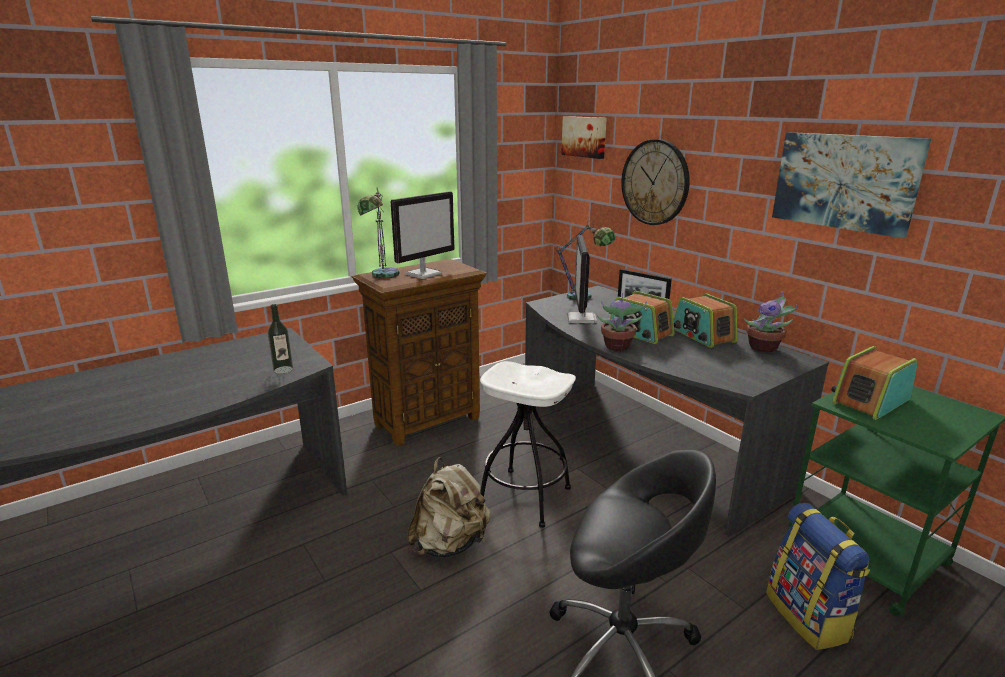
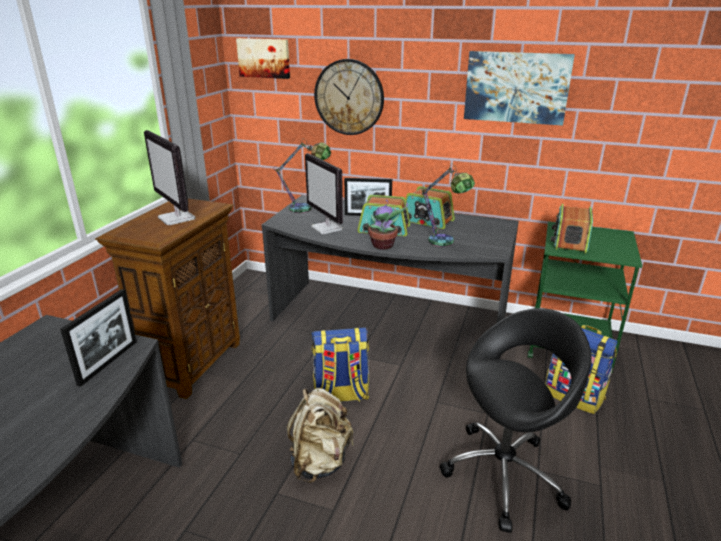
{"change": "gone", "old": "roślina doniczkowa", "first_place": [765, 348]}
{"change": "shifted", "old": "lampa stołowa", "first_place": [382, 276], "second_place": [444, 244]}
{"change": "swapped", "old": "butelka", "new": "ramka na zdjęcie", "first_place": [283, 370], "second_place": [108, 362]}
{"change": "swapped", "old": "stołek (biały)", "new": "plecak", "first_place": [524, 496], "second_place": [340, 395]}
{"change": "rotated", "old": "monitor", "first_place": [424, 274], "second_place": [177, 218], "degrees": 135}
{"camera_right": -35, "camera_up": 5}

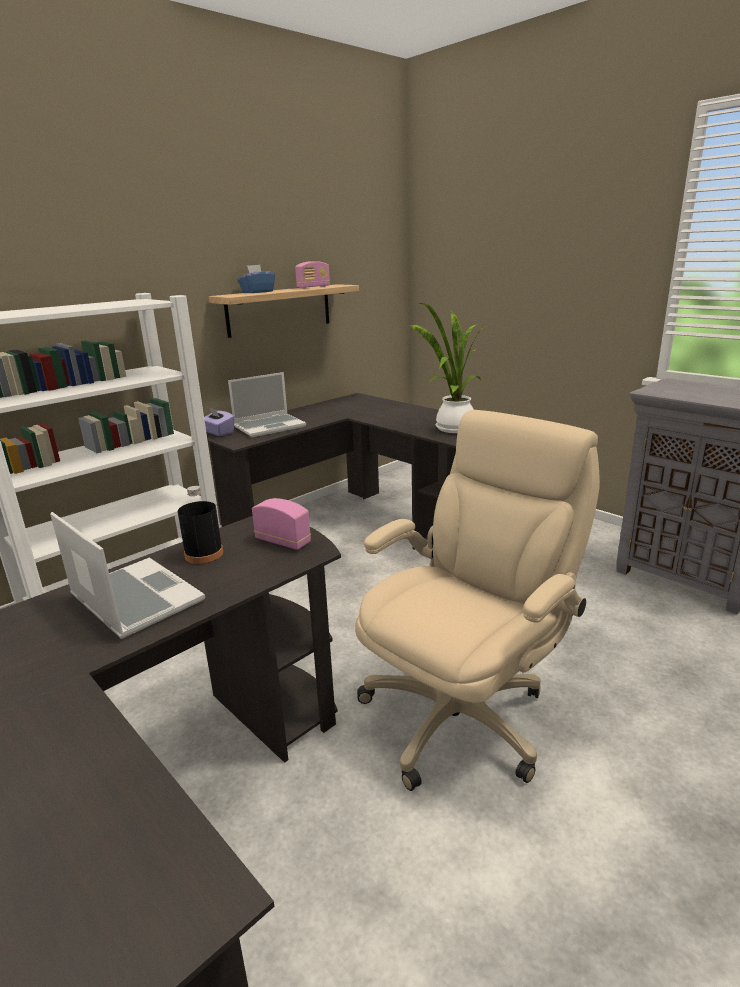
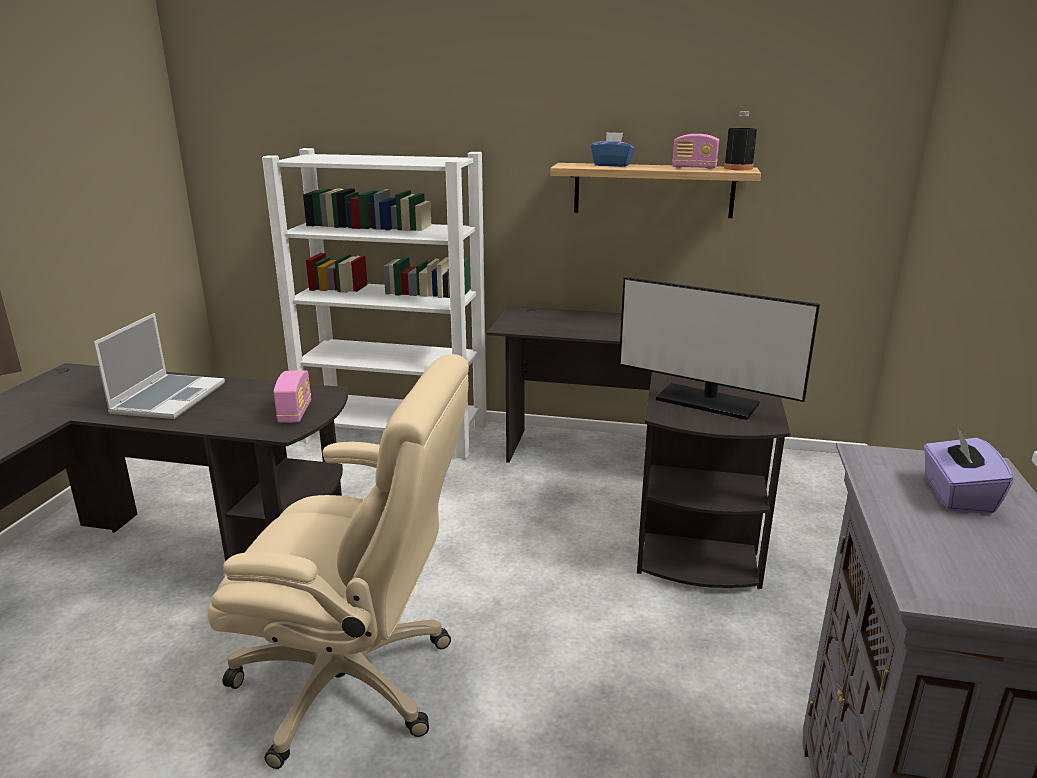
{"change": "gone", "old": "laptop", "first_place": [270, 426]}
{"change": "shifted", "old": "butelka (czarny)", "first_place": [204, 554], "second_place": [738, 168]}
{"change": "shifted", "old": "pudełko chusteczek (fioletowy)", "first_place": [218, 432], "second_place": [956, 495]}
{"change": "swapped", "old": "roślina doniczkowa", "new": "monitor", "first_place": [452, 428], "second_place": [707, 402]}
{"camera_right": 55, "camera_up": 0}

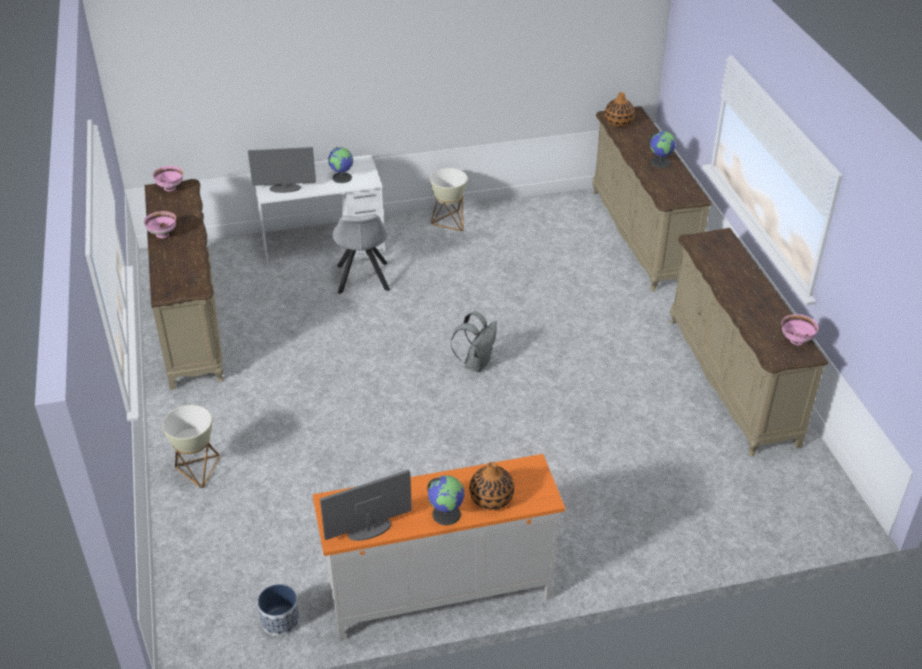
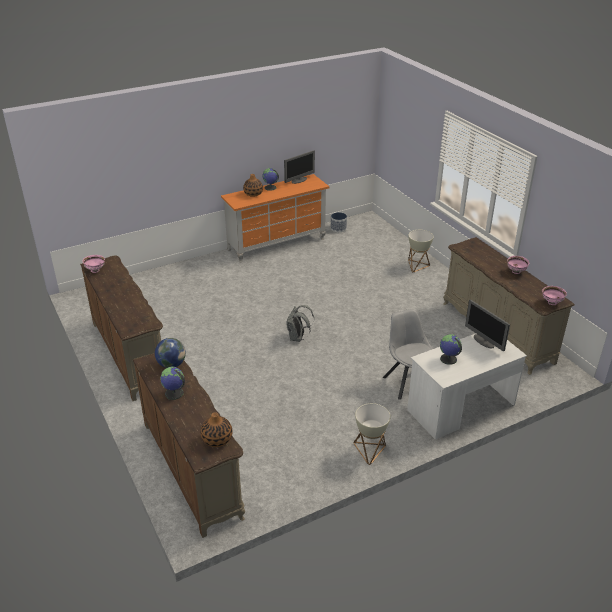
{"change": "new", "new": "globus", "second_place": [171, 364]}
{"change": "rotated", "old": "monitor", "first_place": [284, 188], "second_place": [484, 341], "degrees": 75}
{"camera_right": 165, "camera_up": -5}

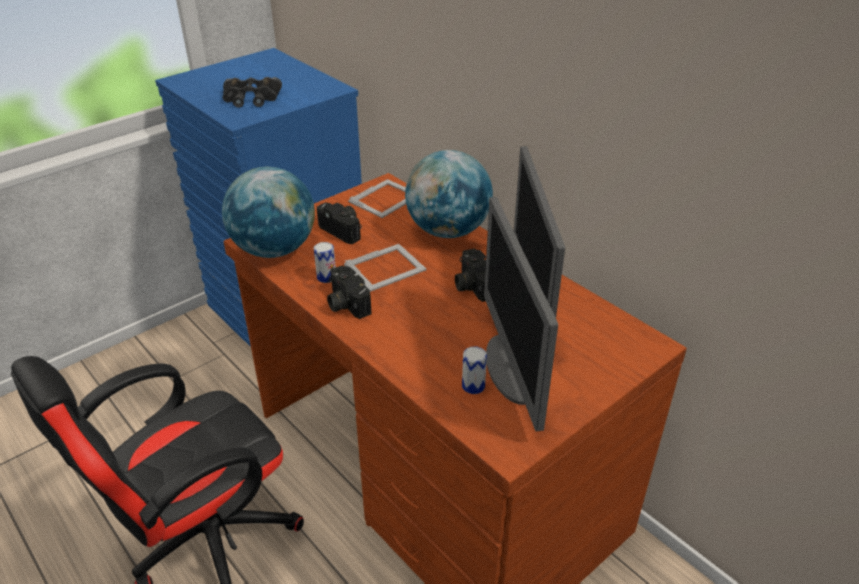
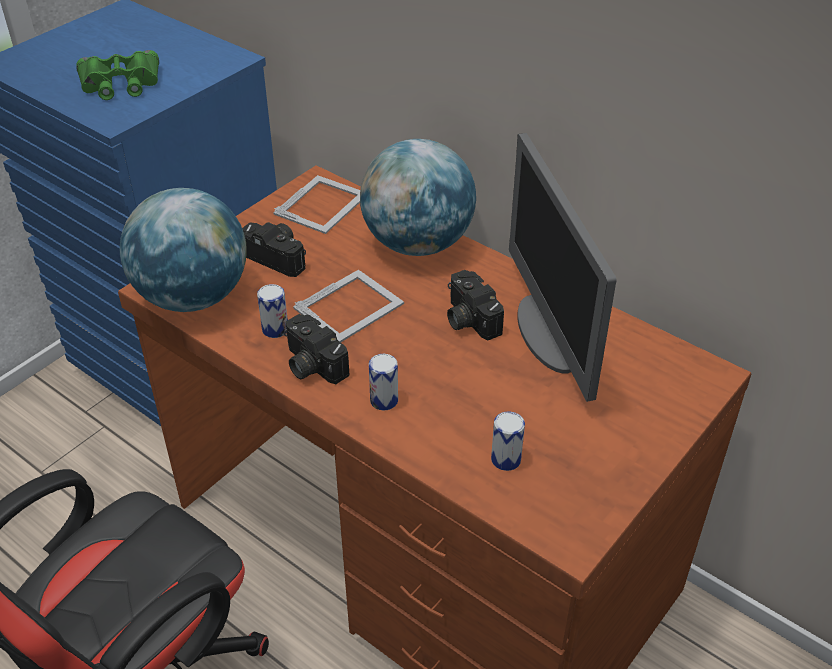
{"change": "gone", "old": "monitor", "first_place": [511, 370]}
{"change": "new", "new": "puszka", "second_place": [384, 400]}
{"change": "repainted", "old": "lornetka (czarny)", "new": "lornetka (zielony)", "first_place": [251, 98], "second_place": [120, 83]}
{"camera_right": -10, "camera_up": 5}

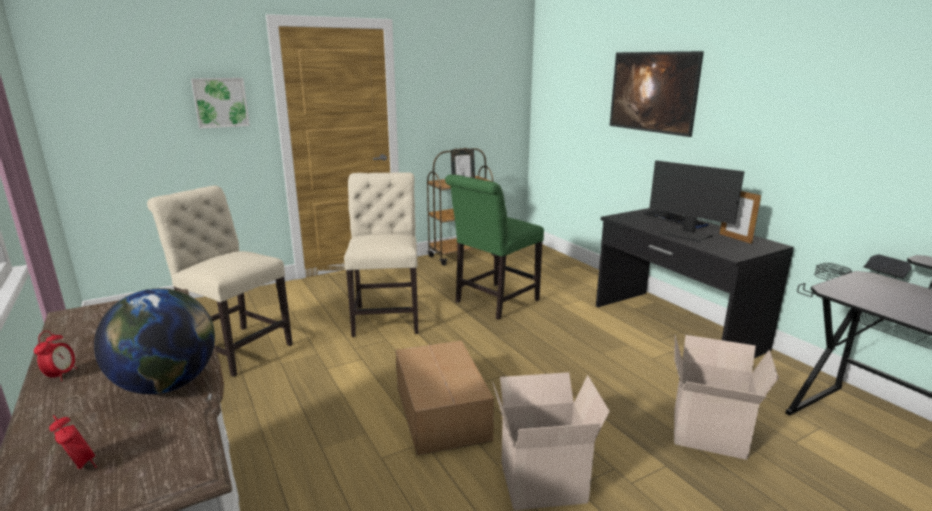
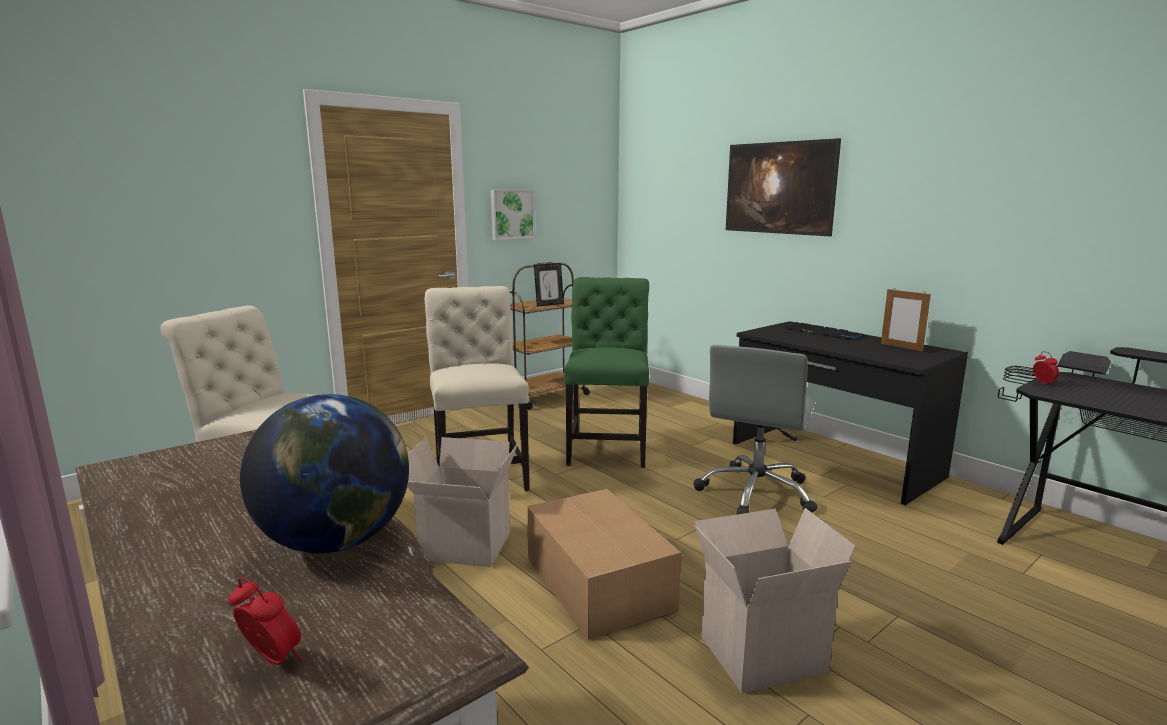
{"change": "gone", "old": "monitor", "first_place": [685, 235]}
{"change": "new", "new": "krzesło biurowe (szary)", "second_place": [756, 493]}
{"change": "shifted", "old": "budzik", "first_place": [61, 375], "second_place": [1043, 383]}
{"change": "shifted", "old": "obraz", "first_place": [220, 102], "second_place": [511, 214]}
{"change": "shifted", "old": "karton", "first_place": [707, 435], "second_place": [463, 548]}
{"change": "rotated", "old": "krzesło (zielony)", "first_place": [492, 302], "second_place": [608, 448], "degrees": 150}
{"camera_right": -10, "camera_up": -5}

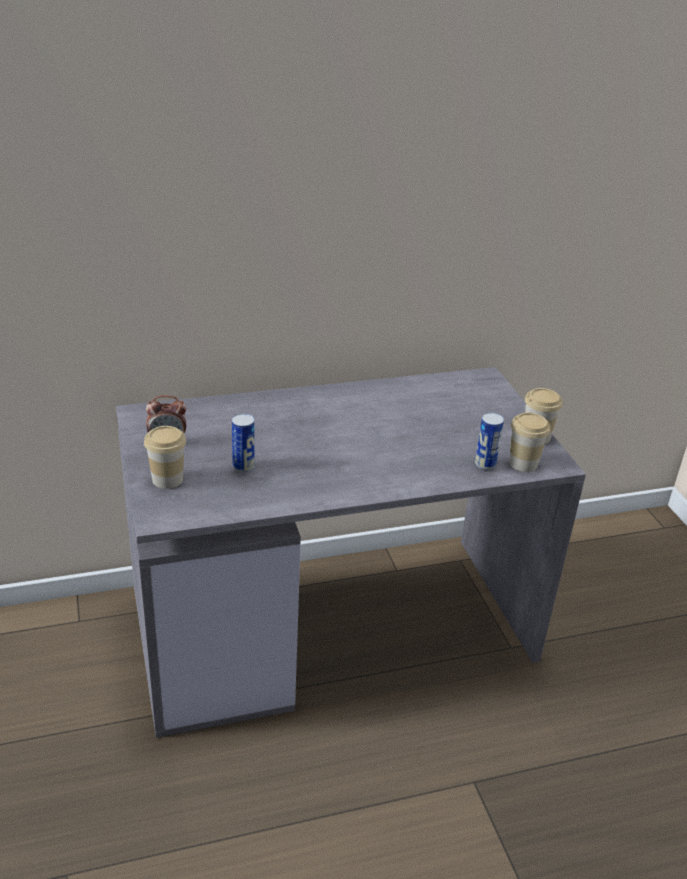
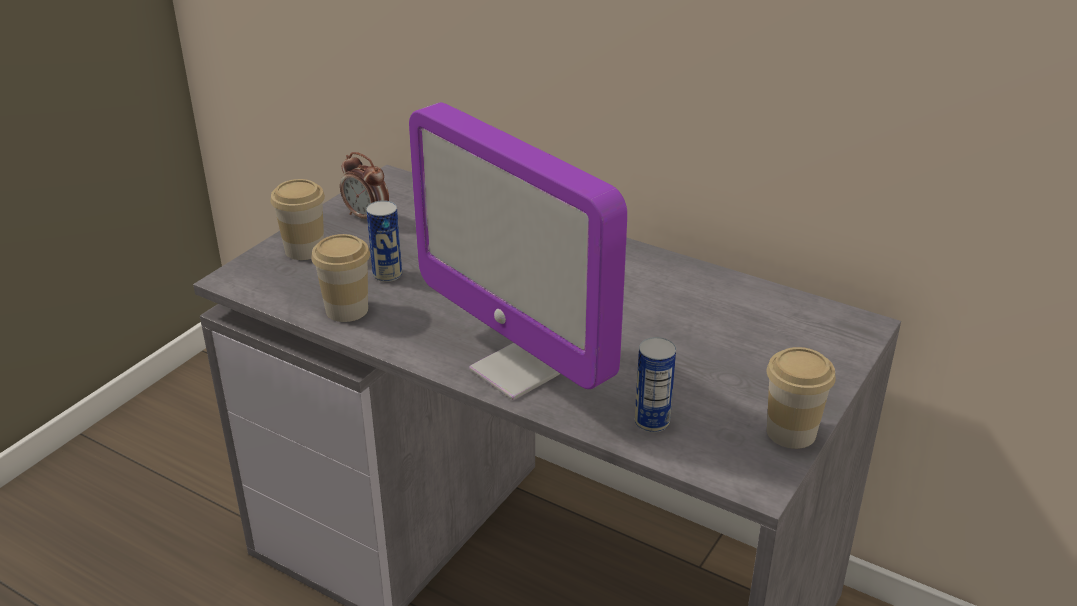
{"change": "new", "new": "monitor", "second_place": [519, 370]}
{"change": "shifted", "old": "filiżanka", "first_place": [523, 463], "second_place": [347, 310]}
{"camera_right": 50, "camera_up": 0}

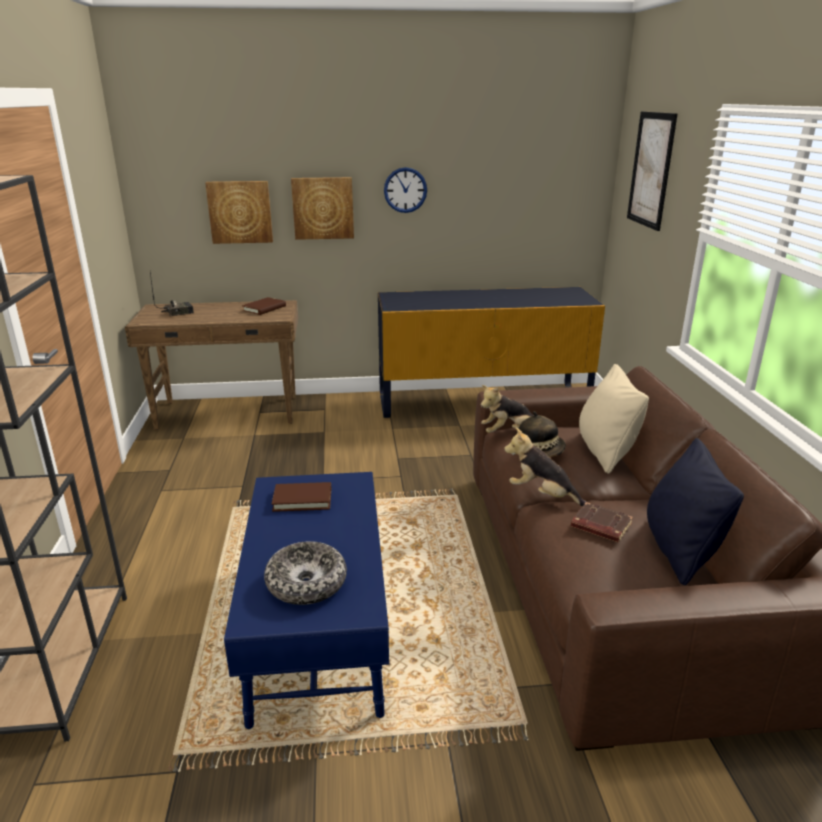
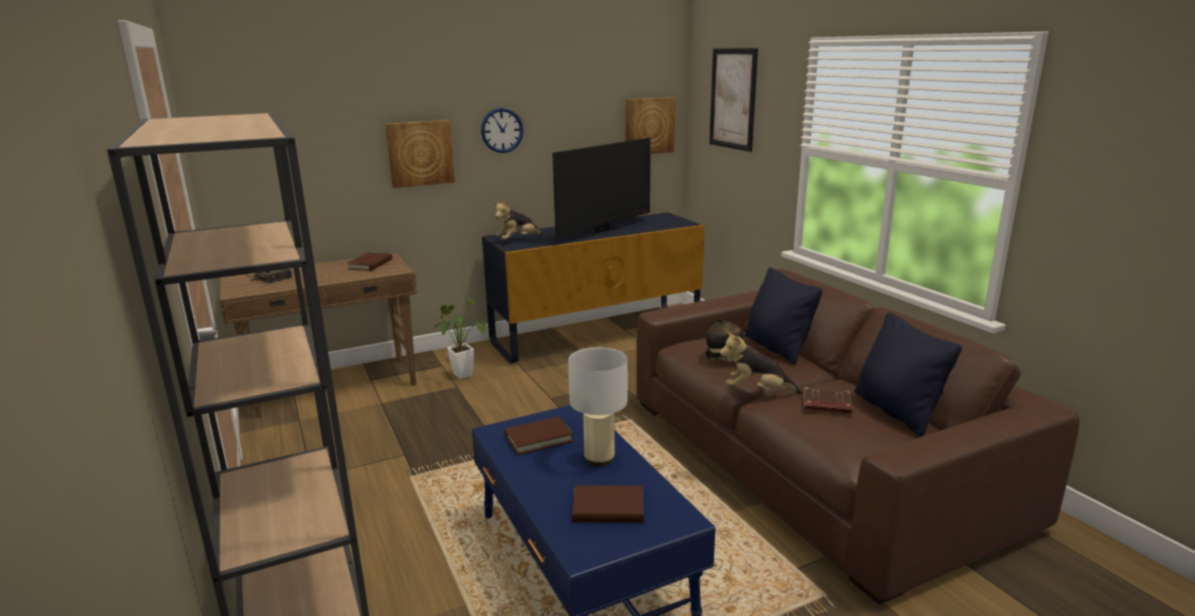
{"change": "new", "new": "roślina doniczkowa", "second_place": [461, 373]}
{"change": "new", "new": "telewizor", "second_place": [603, 231]}
{"change": "new", "new": "lampa stołowa (biały)", "second_place": [600, 459]}
{"change": "shifted", "old": "obraz", "first_place": [240, 212], "second_place": [649, 126]}
{"change": "shifted", "old": "pluszak", "first_place": [508, 432], "second_place": [518, 240]}
{"change": "swapped", "old": "miska", "new": "książka (brązowy)", "first_place": [306, 582], "second_place": [608, 509]}
{"change": "repainted", "old": "poduszka (beżowy)", "new": "poduszka (czarny)", "first_place": [605, 452], "second_place": [777, 348]}
{"camera_right": -20, "camera_up": -5}

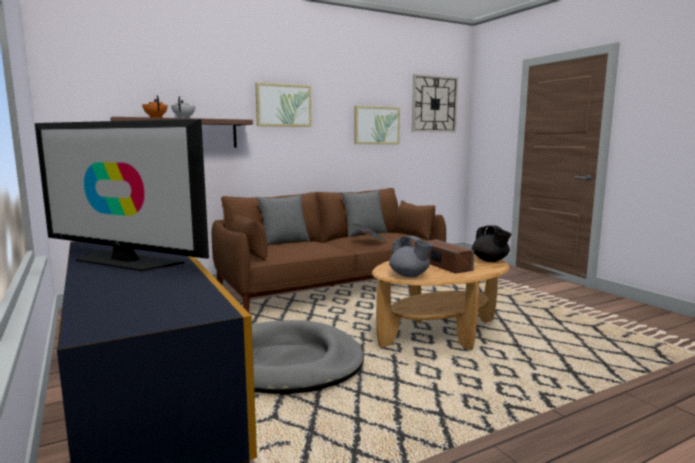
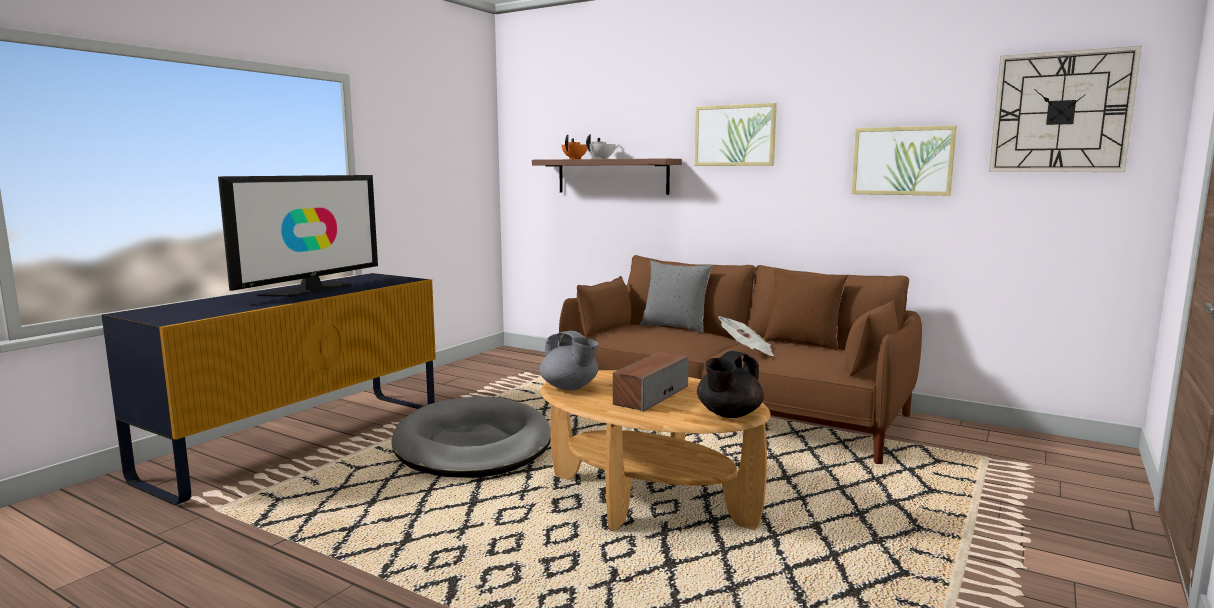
{"change": "repainted", "old": "poduszka (szary)", "new": "poduszka (brązowy)", "first_place": [364, 233], "second_place": [802, 343]}
{"change": "rotated", "old": "telewizor", "first_place": [125, 261], "second_place": [311, 289], "degrees": -150}
{"change": "rotated", "old": "imbryk (szary)", "first_place": [410, 275], "second_place": [570, 388], "degrees": -60}
{"camera_right": 60, "camera_up": 0}

